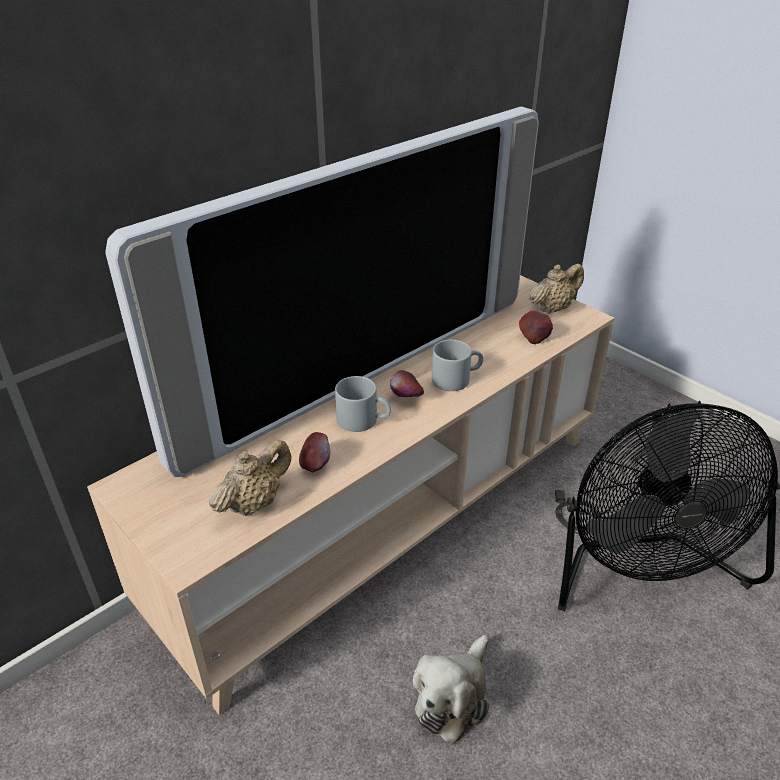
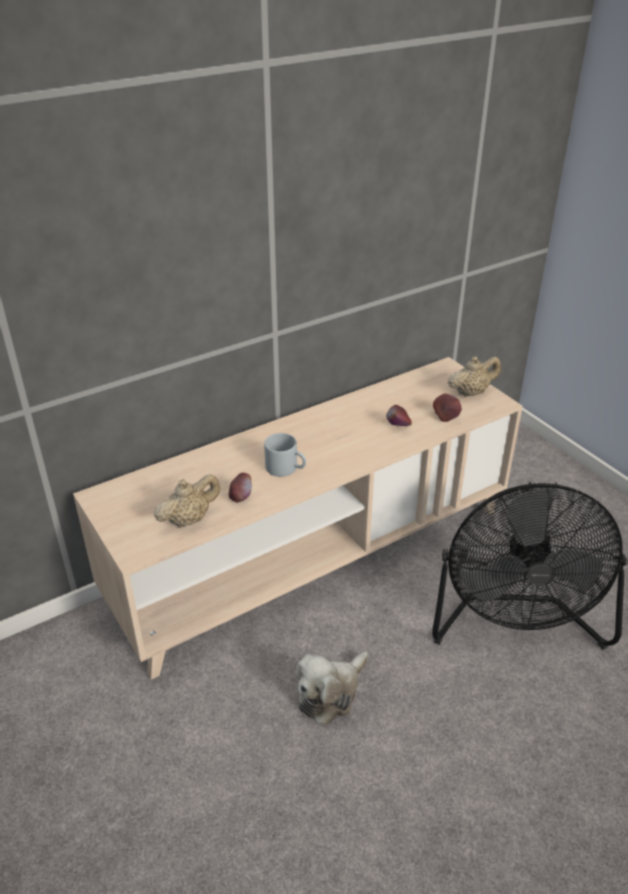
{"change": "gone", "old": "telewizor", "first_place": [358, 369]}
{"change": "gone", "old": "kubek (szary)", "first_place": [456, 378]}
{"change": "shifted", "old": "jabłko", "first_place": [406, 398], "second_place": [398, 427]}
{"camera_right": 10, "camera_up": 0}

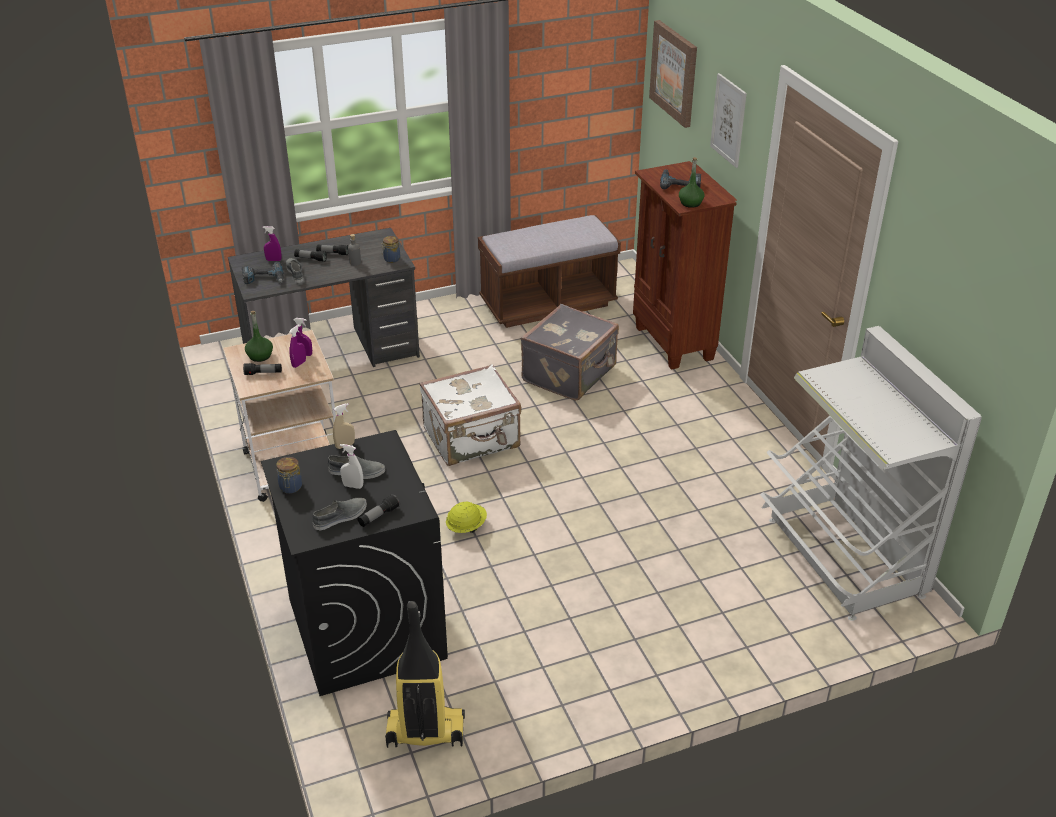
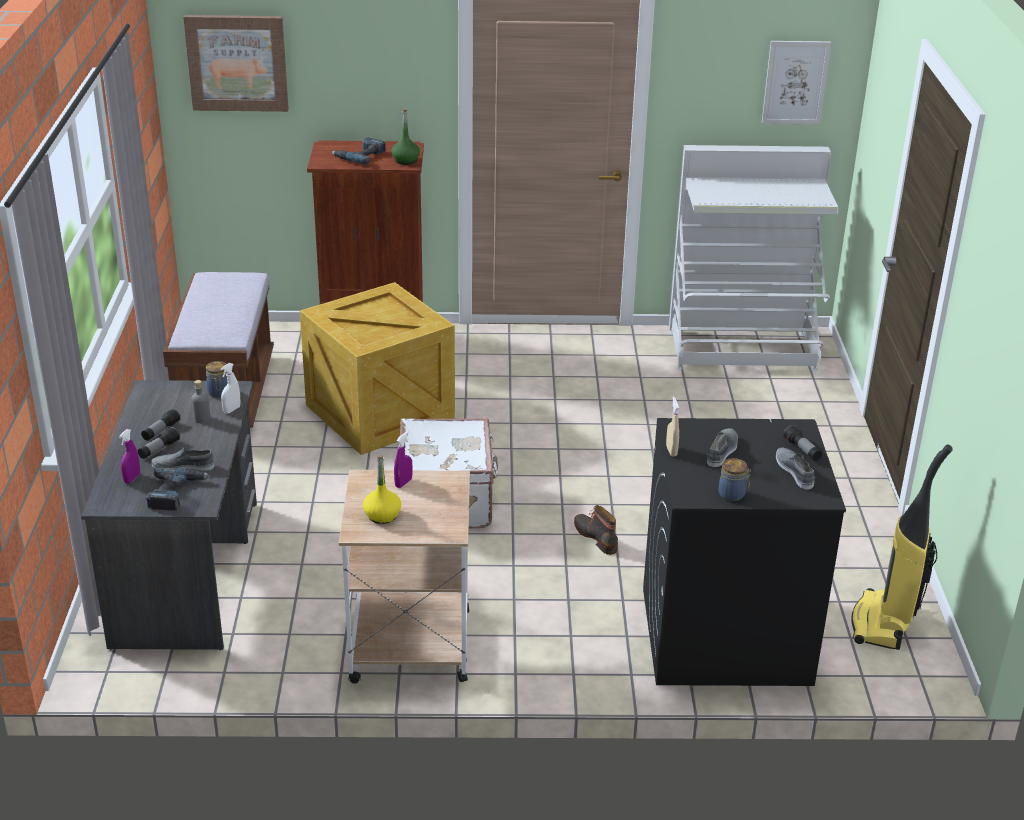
{"change": "gone", "old": "latarka", "first_place": [263, 373]}
{"change": "gone", "old": "spryskiwacz (fioletowy)", "first_place": [299, 364]}
{"change": "shifted", "old": "spryskiwacz (biały)", "first_place": [353, 486], "second_place": [232, 410]}
{"change": "shifted", "old": "obraz", "first_place": [728, 120], "second_place": [795, 82]}
{"change": "swapped", "old": "kask (żółty)", "new": "but z cholewką", "first_place": [466, 527], "second_place": [596, 537]}
{"change": "swapped", "old": "walizka (szary)", "new": "skrzynka", "first_place": [570, 374], "second_place": [377, 412]}
{"change": "repainted", "old": "butelka (zielony)", "new": "butelka (żółty)", "first_place": [260, 356], "second_place": [382, 515]}
{"camera_right": -70, "camera_up": -5}

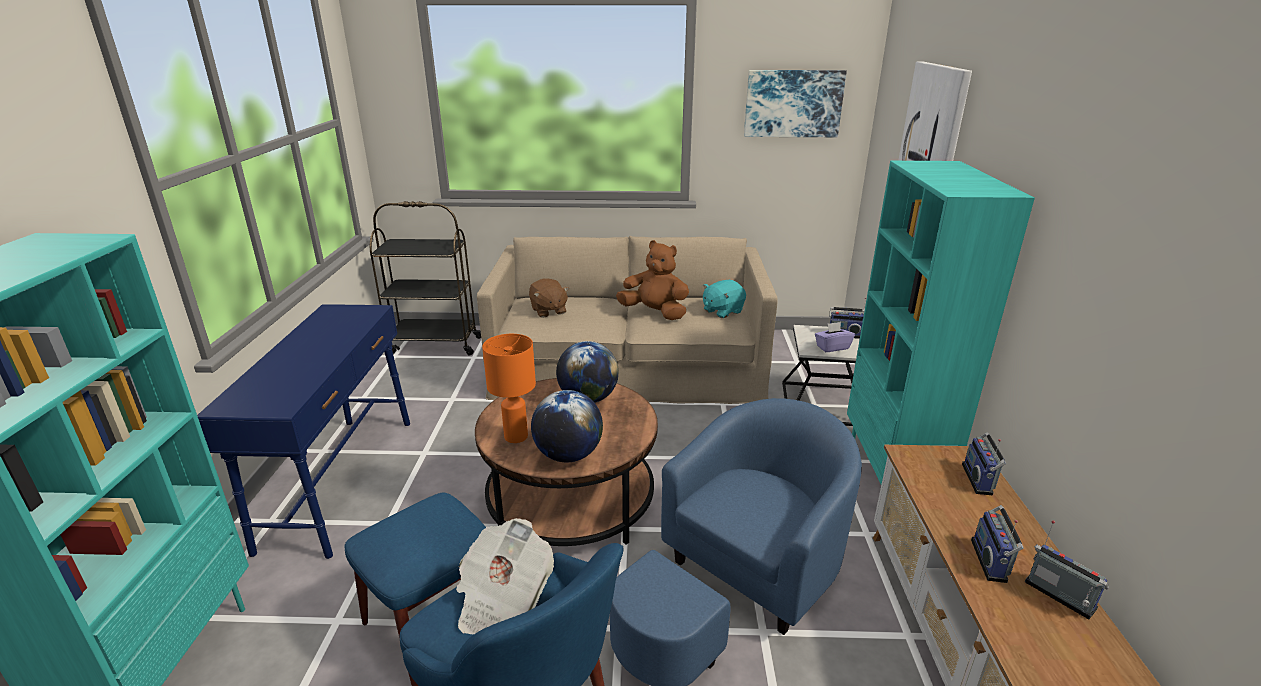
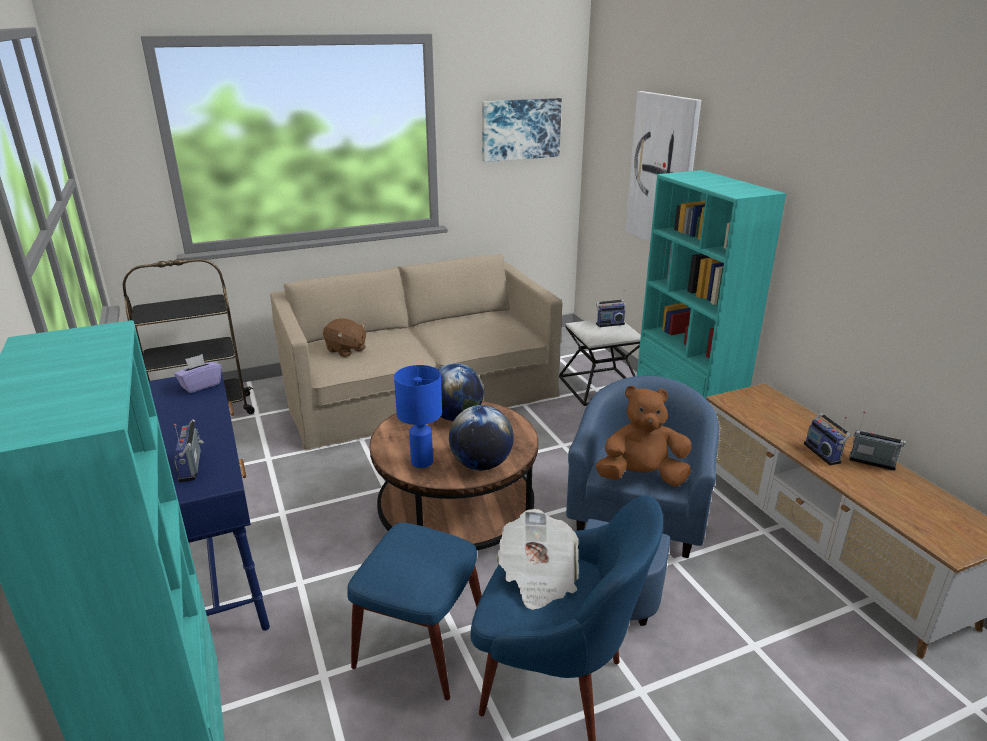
{"change": "gone", "old": "pluszak (turkusowy)", "first_place": [722, 311]}
{"change": "shifted", "old": "pluszak (brązowy)", "first_place": [655, 313], "second_place": [641, 477]}
{"change": "shifted", "old": "pudełko chusteczek (fioletowy)", "first_place": [832, 347], "second_place": [201, 385]}
{"change": "shifted", "old": "radio", "first_place": [979, 479], "second_place": [192, 467]}
{"change": "repainted", "old": "lampa stołowa (pomarańczowy)", "new": "lampa stołowa (niebieski)", "first_place": [516, 437], "second_place": [422, 462]}
{"camera_right": -25, "camera_up": 0}

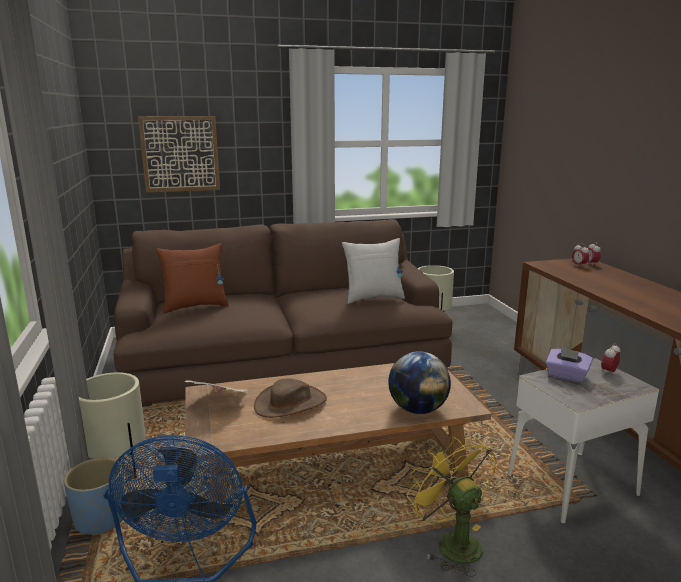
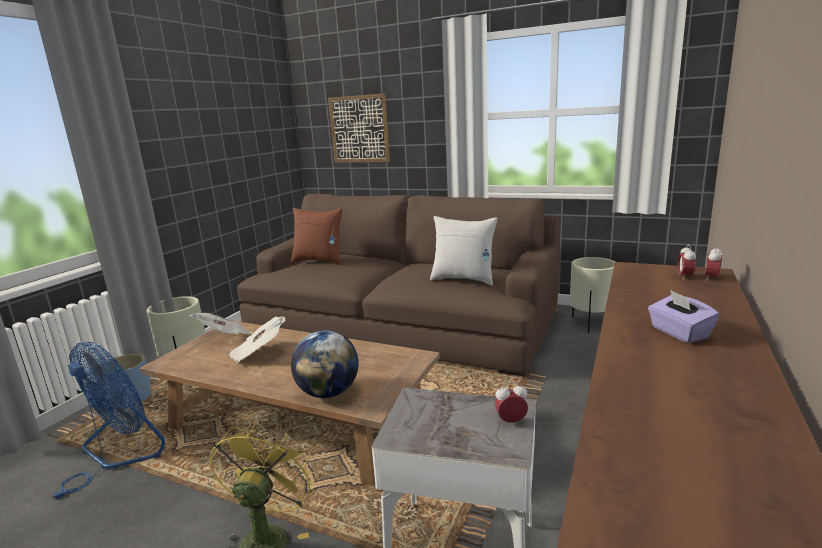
{"change": "shifted", "old": "pudełko chusteczek (fioletowy)", "first_place": [566, 376], "second_place": [679, 333]}
{"change": "swapped", "old": "kapelusz (brązowy)", "new": "gazeta", "first_place": [290, 403], "second_place": [258, 353]}
{"camera_right": 40, "camera_up": 0}

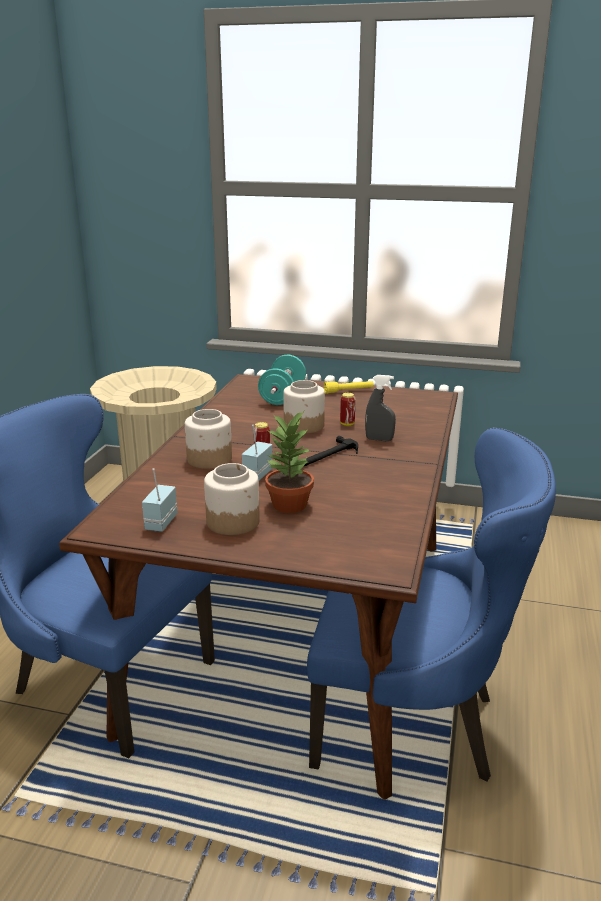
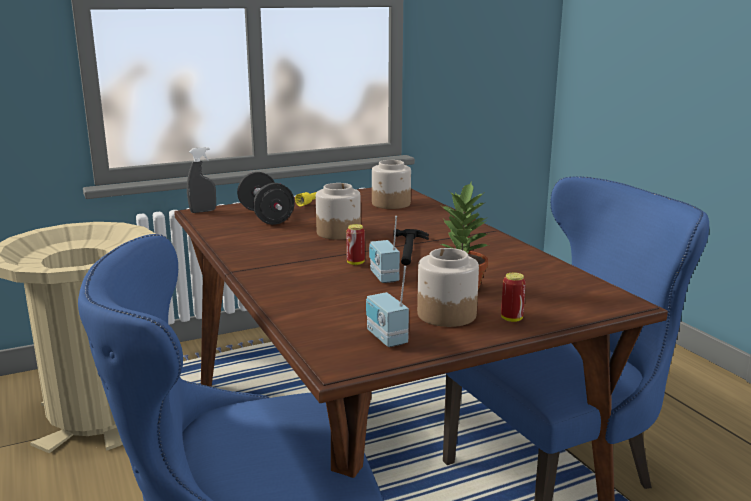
{"change": "shifted", "old": "słoik", "first_place": [209, 460], "second_place": [391, 204]}
{"change": "shifted", "old": "puszka", "first_place": [347, 424], "second_place": [511, 319]}
{"change": "shifted", "old": "spryskiwacz (szary)", "first_place": [379, 439], "second_place": [203, 211]}
{"change": "repainted", "old": "hantel (turkusowy)", "new": "hantel (czarny)", "first_place": [282, 396], "second_place": [266, 217]}
{"camera_right": -40, "camera_up": -5}

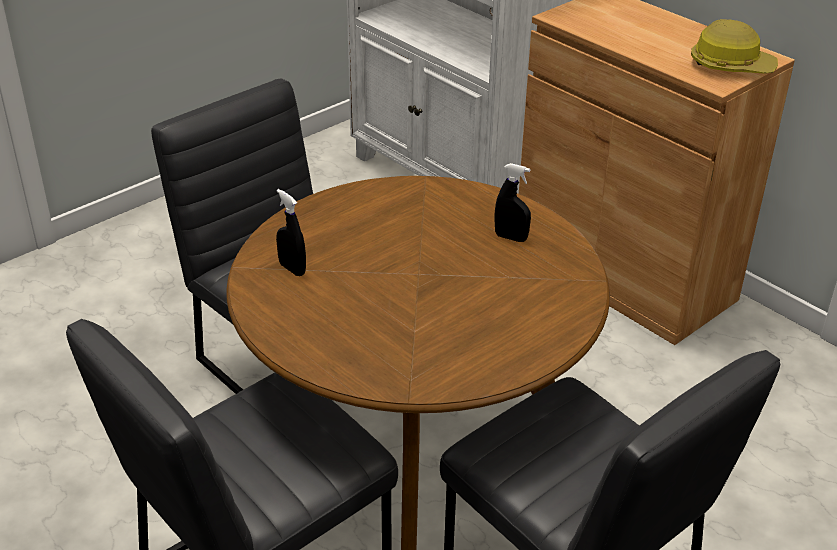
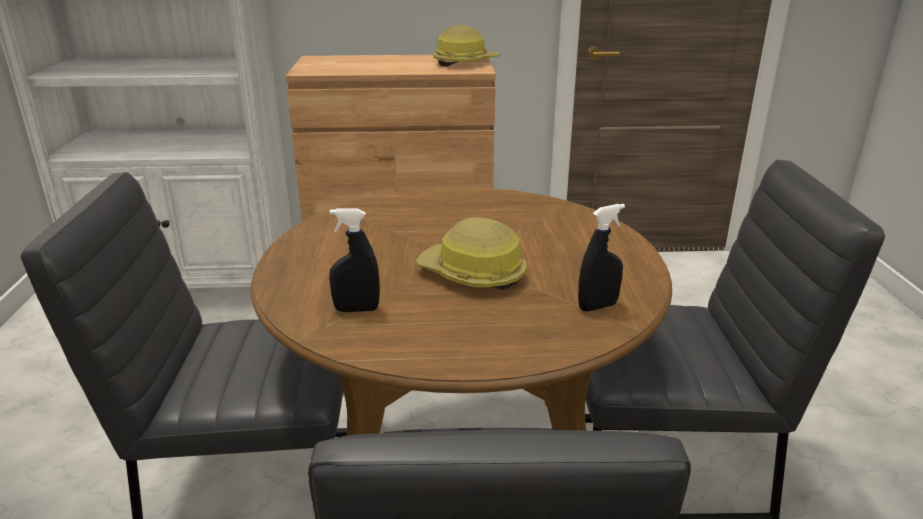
{"change": "new", "new": "kask", "second_place": [472, 275]}
{"change": "shifted", "old": "spryskiwacz (czarny)", "first_place": [511, 237], "second_place": [597, 306]}
{"camera_right": -50, "camera_up": -10}

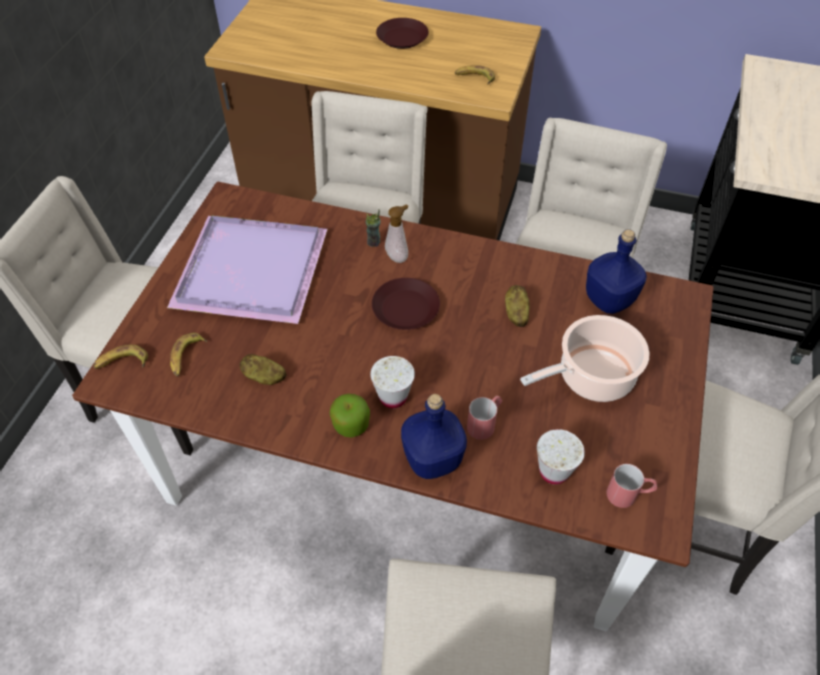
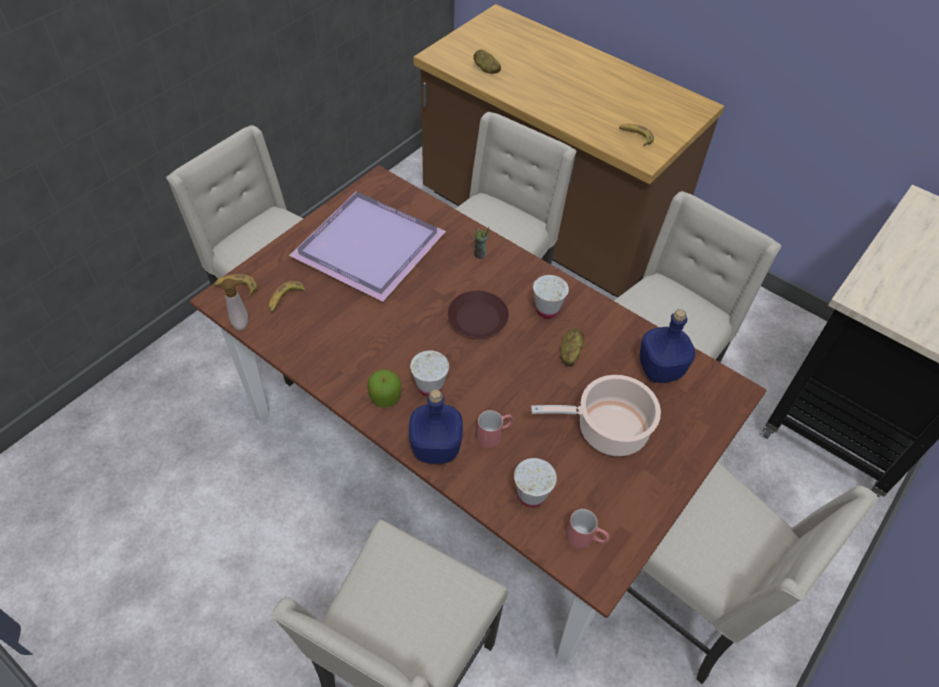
{"change": "gone", "old": "talerz (brązowy)", "first_place": [401, 38]}
{"change": "new", "new": "filiżanka (biały)", "second_place": [547, 310]}
{"change": "shifted", "old": "ziemniak", "first_place": [264, 377], "second_place": [486, 69]}
{"change": "shifted", "old": "dozownik mydła", "first_place": [398, 256], "second_place": [243, 323]}
{"camera_right": 20, "camera_up": 0}

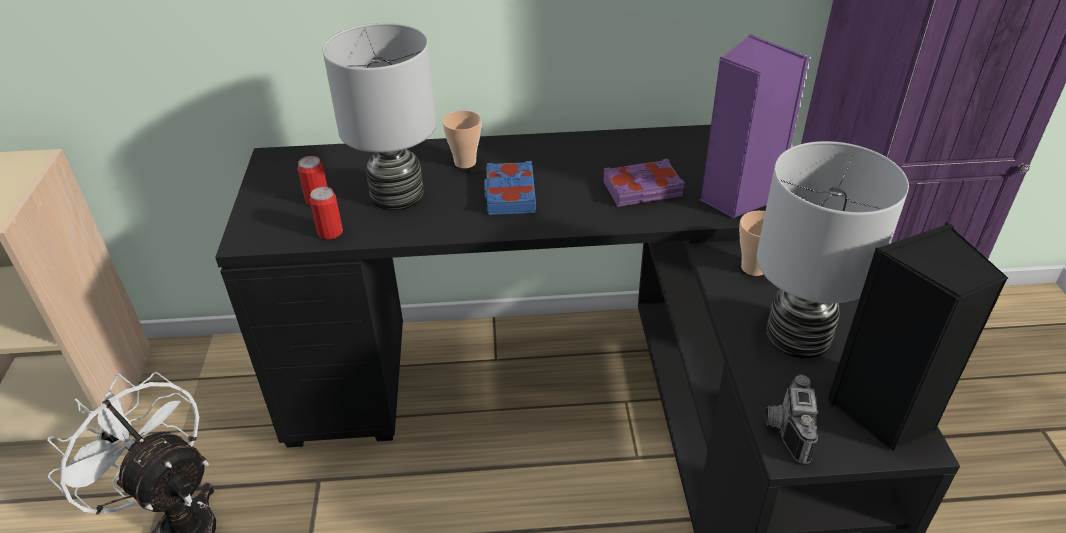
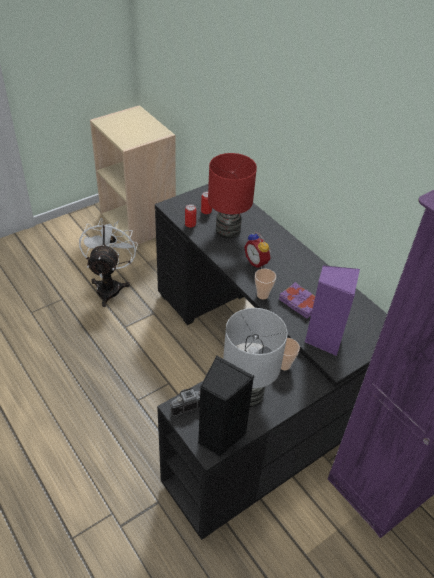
{"change": "shifted", "old": "filiżanka", "first_place": [465, 162], "second_place": [262, 295]}
{"change": "swapped", "old": "książka (niebieski)", "new": "budzik", "first_place": [509, 194], "second_place": [257, 262]}
{"change": "repainted", "old": "lampa stołowa (szary)", "new": "lampa stołowa (czerwony)", "first_place": [397, 195], "second_place": [228, 230]}
{"camera_right": 55, "camera_up": 5}

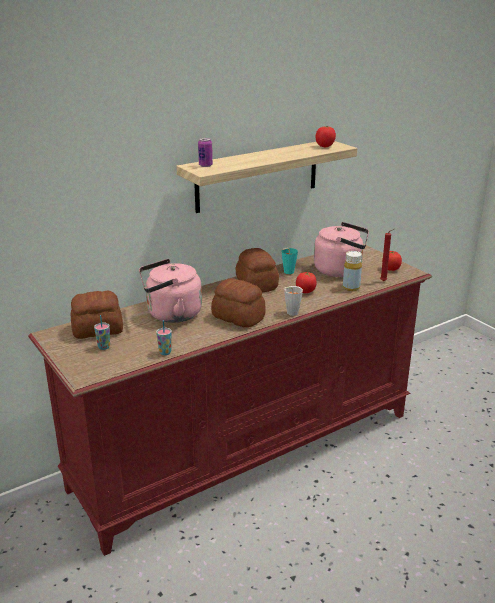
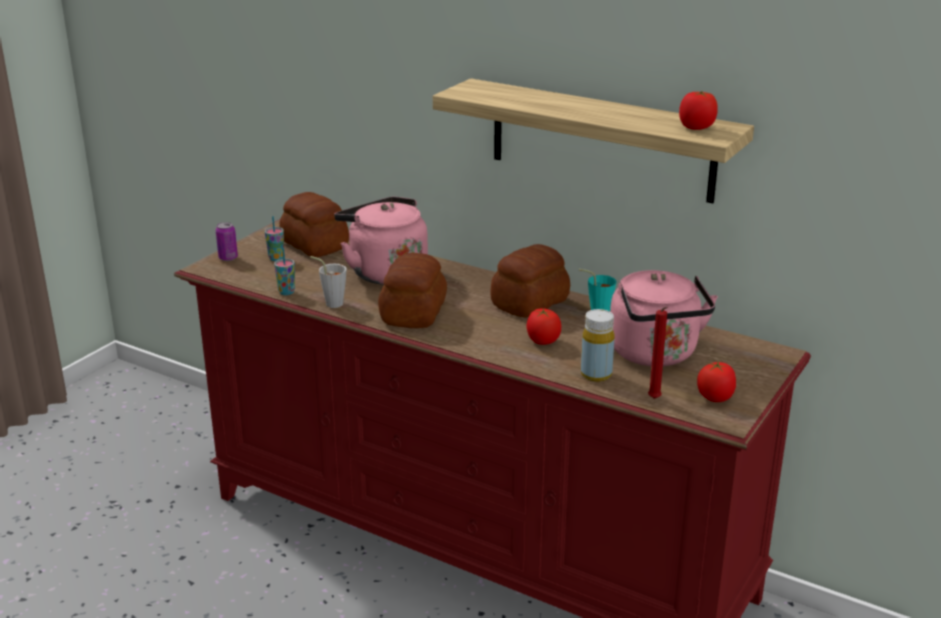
{"change": "shifted", "old": "puszka", "first_place": [205, 165], "second_place": [228, 258]}
{"change": "shifted", "old": "filiżanka (szary)", "first_place": [290, 313], "second_place": [331, 303]}
{"camera_right": 65, "camera_up": 0}

